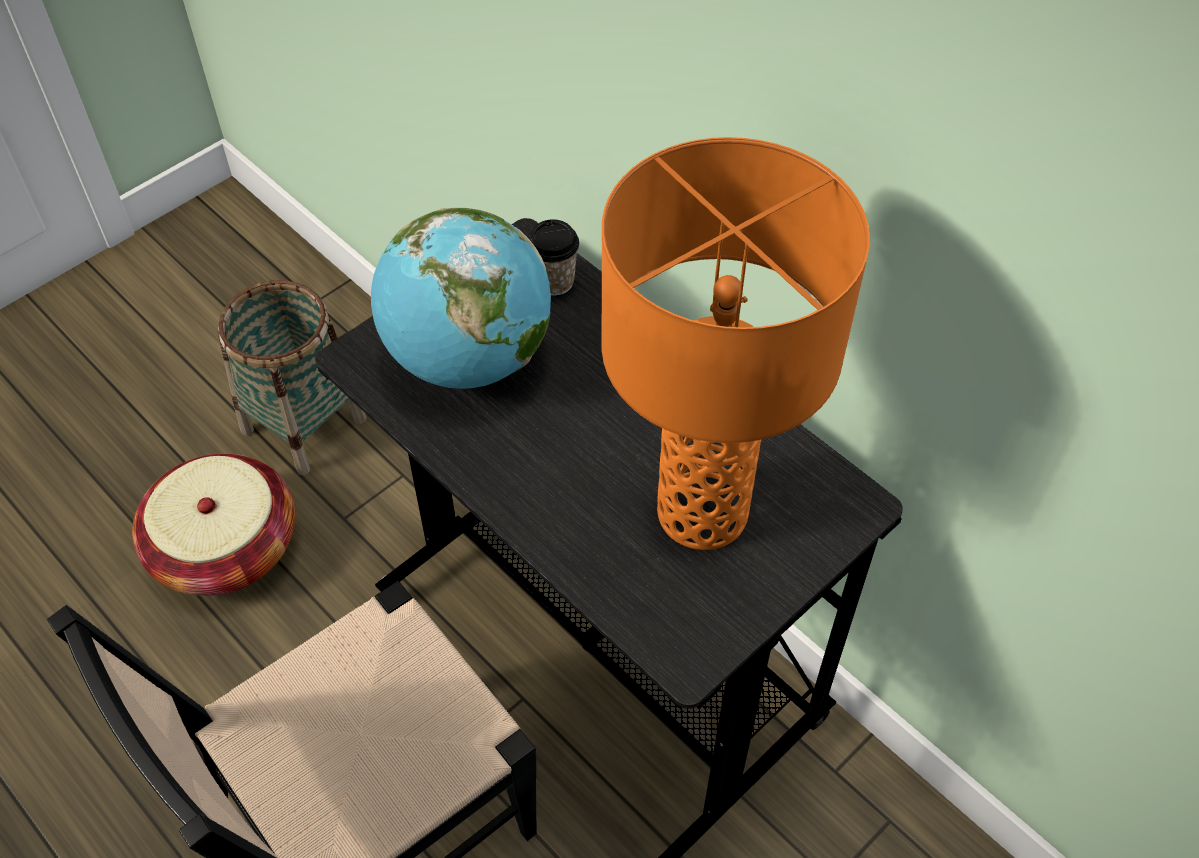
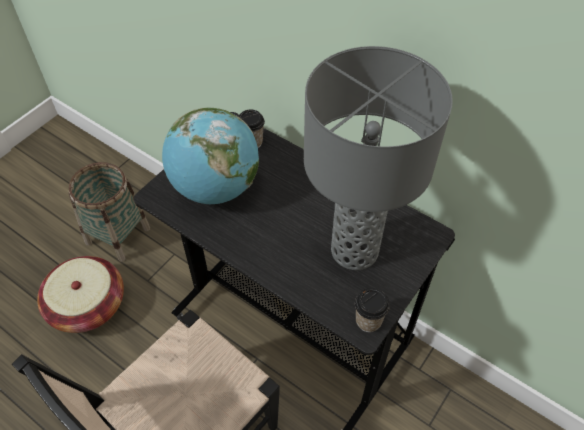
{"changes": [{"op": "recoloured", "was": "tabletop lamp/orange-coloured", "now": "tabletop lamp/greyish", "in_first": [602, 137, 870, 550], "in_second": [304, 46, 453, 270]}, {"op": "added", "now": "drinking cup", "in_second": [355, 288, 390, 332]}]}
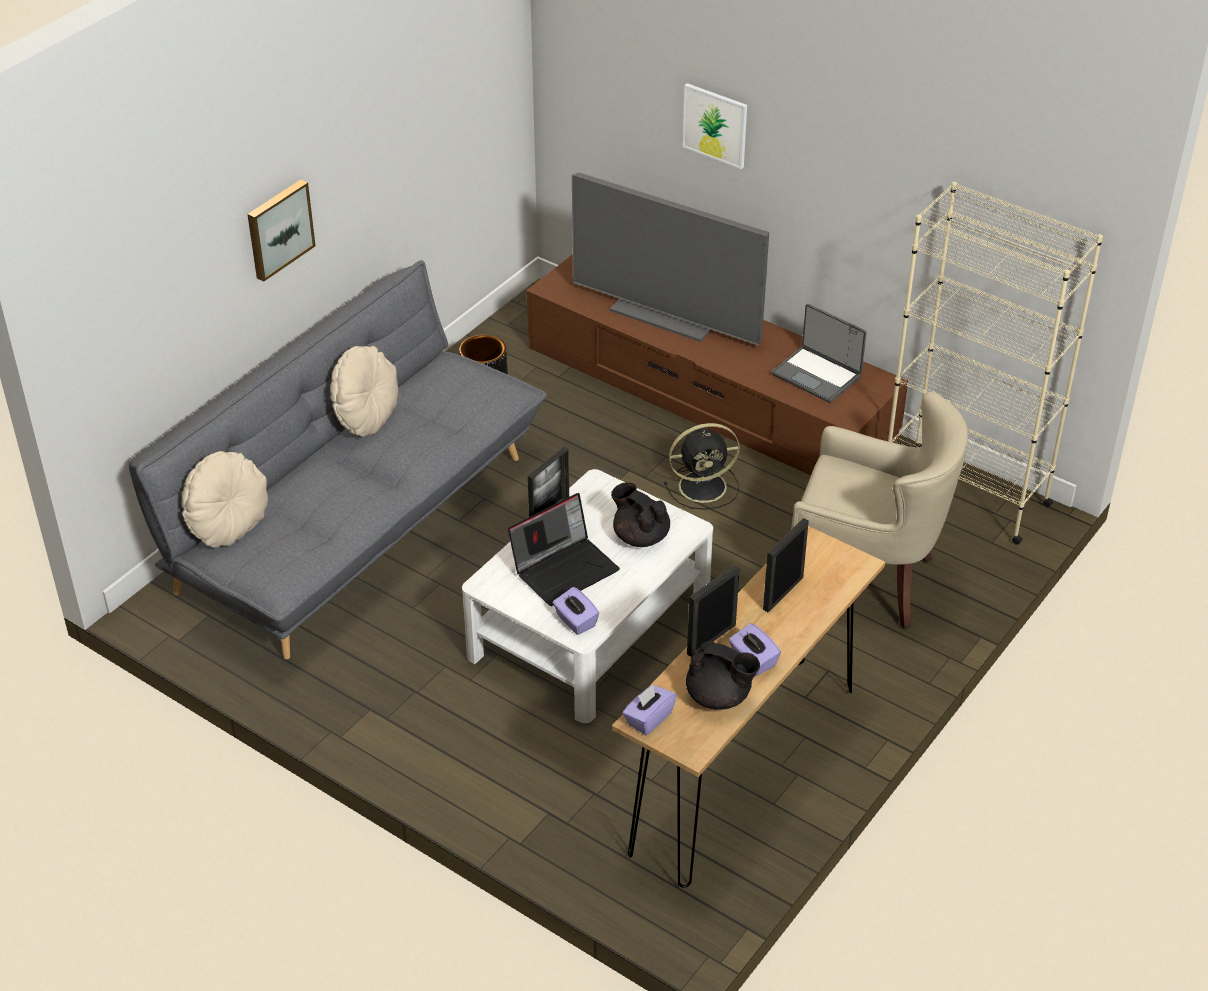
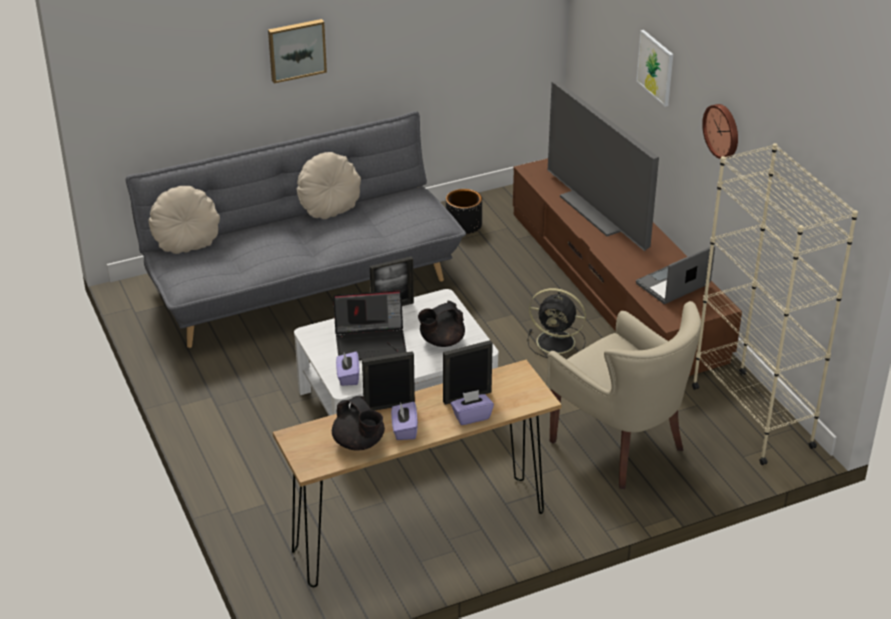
{"changes": [{"op": "turned", "was": "notebook computer", "in_first": [771, 304, 867, 403], "in_second": [636, 246, 715, 304], "clockwise": 75}, {"op": "turned", "was": "teapot/blackish", "in_first": [611, 482, 670, 547], "in_second": [418, 301, 465, 347], "clockwise": -105}, {"op": "moved", "was": "tissue box/purple-coloured", "in_first": [623, 685, 677, 735], "in_second": [451, 390, 494, 425]}, {"op": "added", "now": "clock on the wall", "in_second": [702, 104, 738, 159]}]}
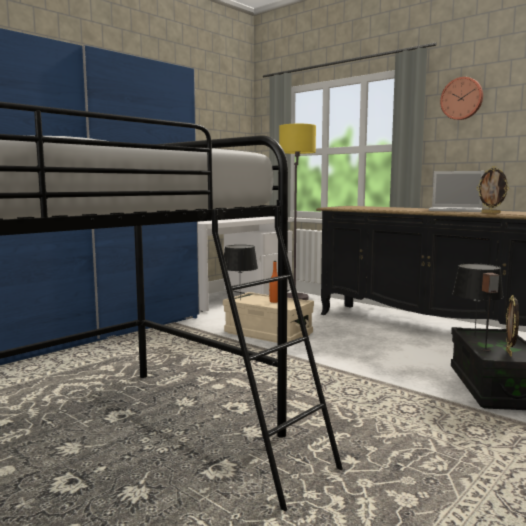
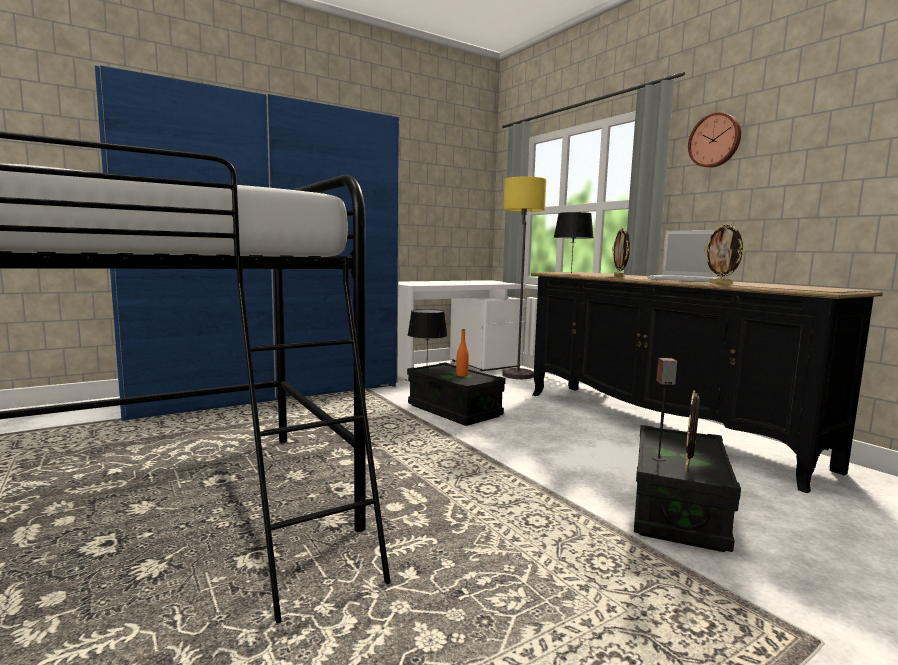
{"changes": [{"op": "moved", "was": "tabletop lamp/blackish", "in_first": [452, 263, 504, 337], "in_second": [554, 212, 593, 274]}, {"op": "recoloured", "was": "storage container/sand-coloured", "now": "storage container/blackish", "in_first": [223, 292, 314, 343], "in_second": [407, 362, 505, 426]}, {"op": "added", "now": "picture frame", "in_second": [612, 227, 630, 277]}]}
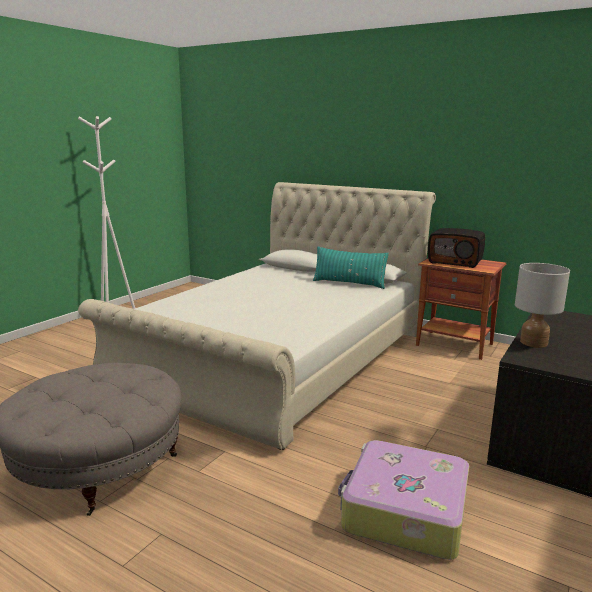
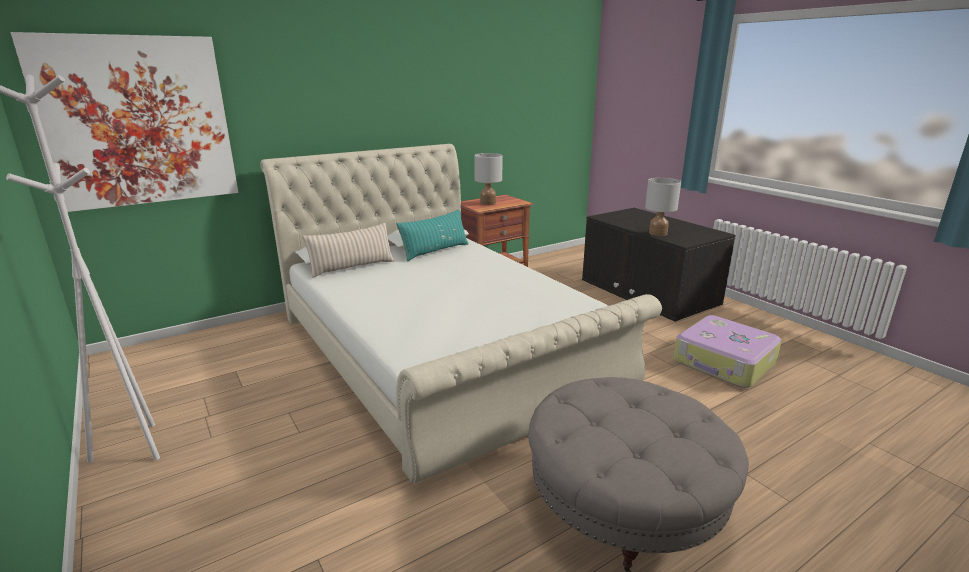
{"changes": [{"op": "replaced", "was": "radio receiver", "now": "tabletop lamp/greyish", "in_first": [428, 228, 485, 268], "in_second": [474, 153, 503, 205]}, {"op": "added", "now": "wall art", "in_second": [11, 32, 239, 212]}, {"op": "added", "now": "pillow/sand-coloured", "in_second": [302, 223, 394, 278]}]}
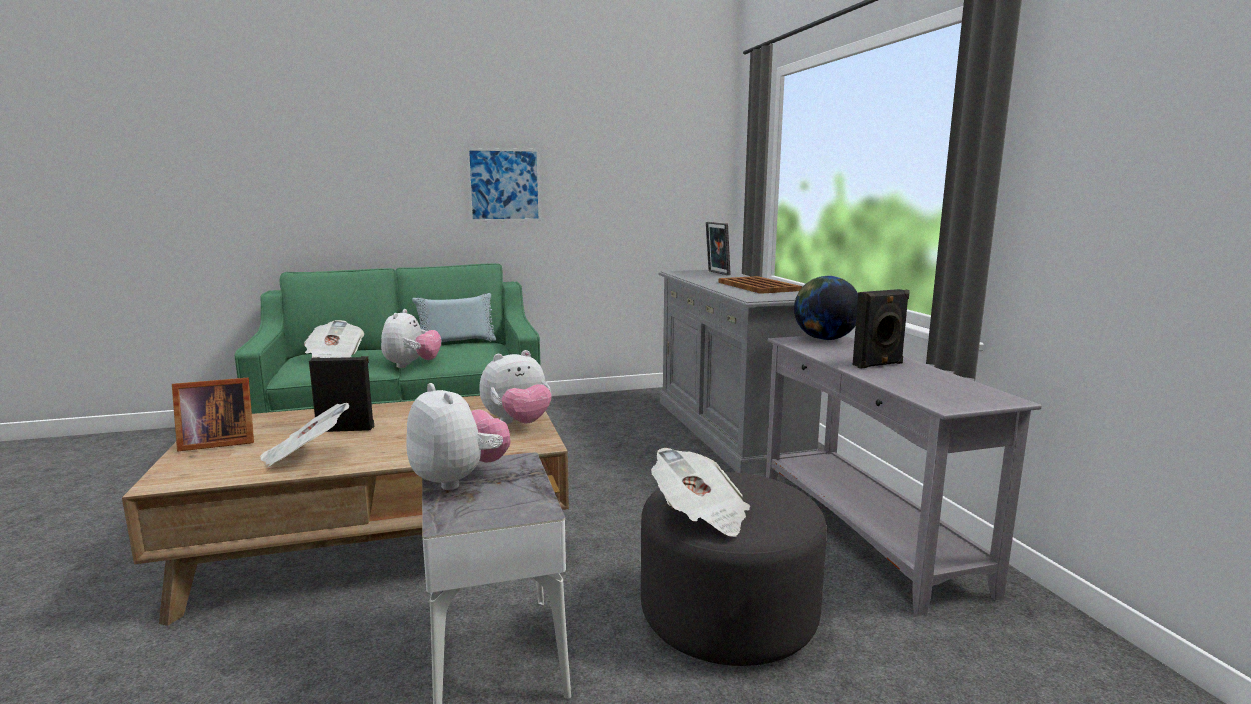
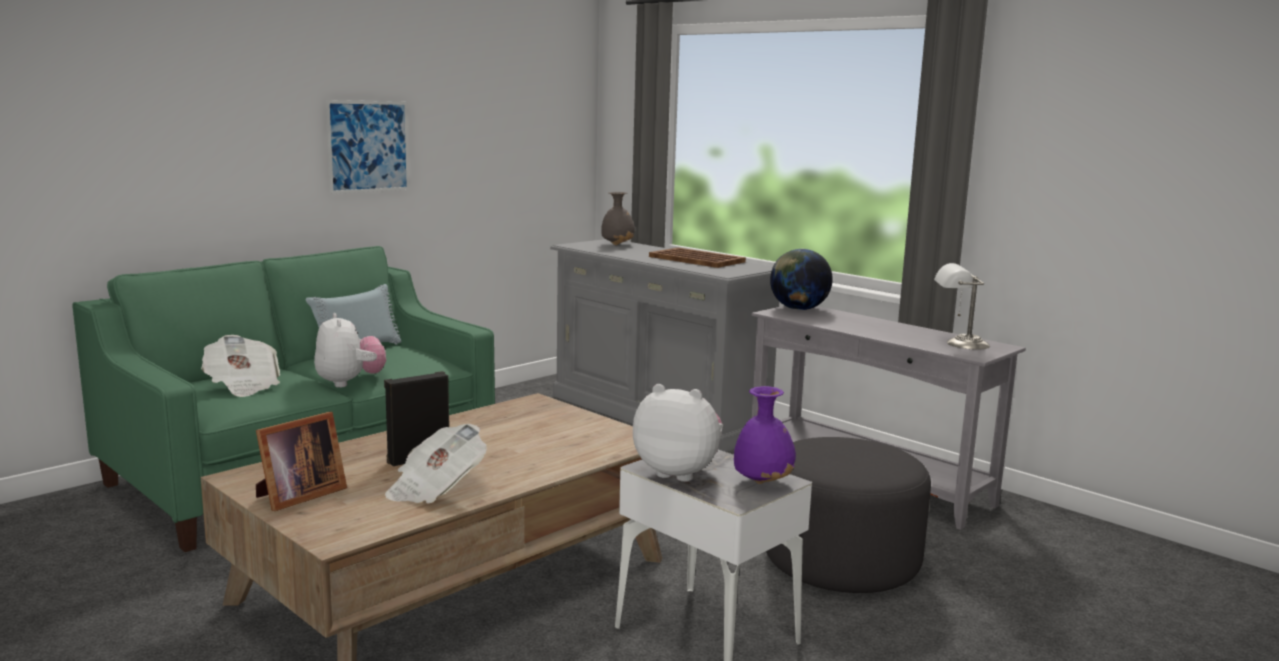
{"changes": [{"op": "replaced", "was": "picture frame", "now": "flower vase/greyish", "in_first": [706, 222, 731, 275], "in_second": [601, 192, 635, 245]}, {"op": "removed", "was": "speaker/blackish", "in_first": [853, 289, 910, 369]}, {"op": "removed", "was": "cuddly toy", "in_first": [479, 350, 552, 424]}, {"op": "removed", "was": "daily paper", "in_first": [651, 448, 750, 537]}, {"op": "added", "now": "tabletop lamp/whitish", "in_second": [934, 263, 990, 350]}, {"op": "added", "now": "flower vase/purple-coloured", "in_second": [733, 386, 796, 484]}]}
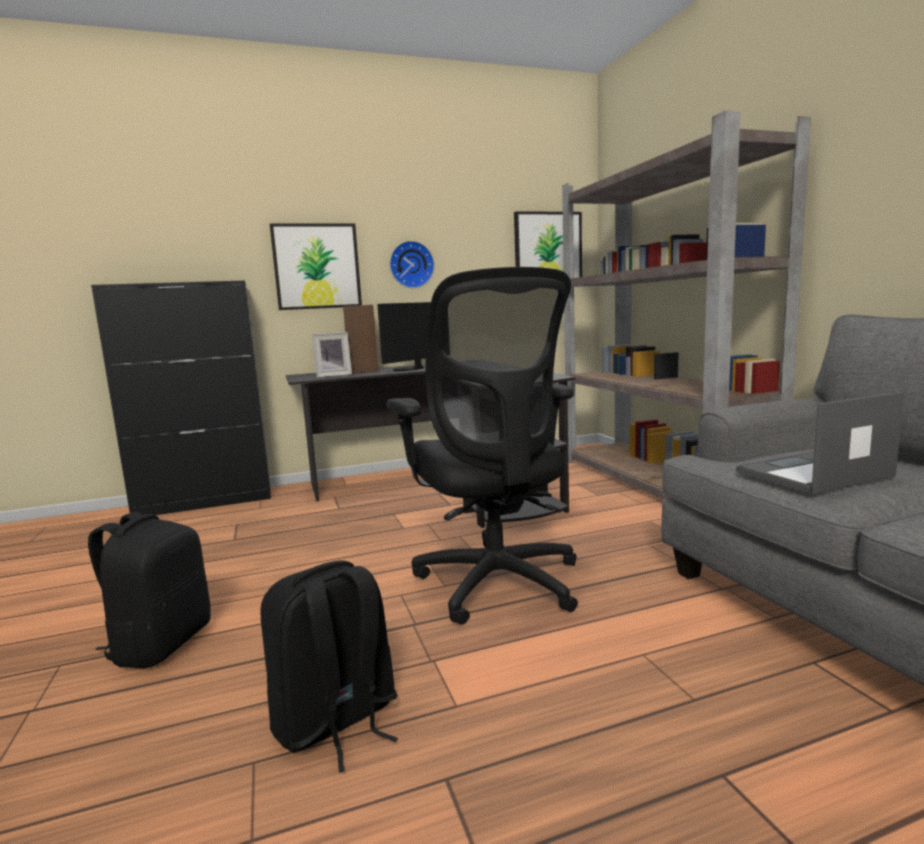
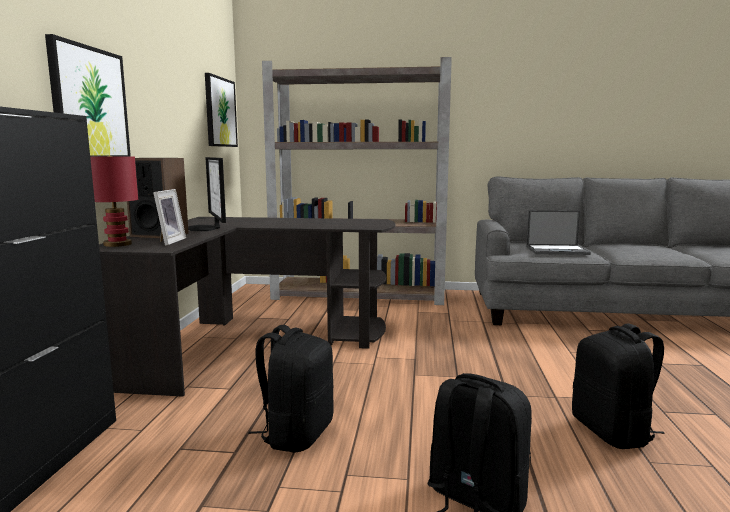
{"changes": [{"op": "removed", "was": "clock on the wall", "in_first": [390, 241, 434, 288]}, {"op": "removed", "was": "desk chair/blackish", "in_first": [387, 267, 578, 625]}, {"op": "turned", "was": "notebook computer", "in_first": [736, 392, 904, 494], "in_second": [526, 210, 591, 255], "clockwise": -90}, {"op": "added", "now": "tabletop lamp/red-coloured", "in_second": [90, 156, 138, 247]}, {"op": "added", "now": "backpack/blackish", "in_second": [248, 325, 334, 453]}]}
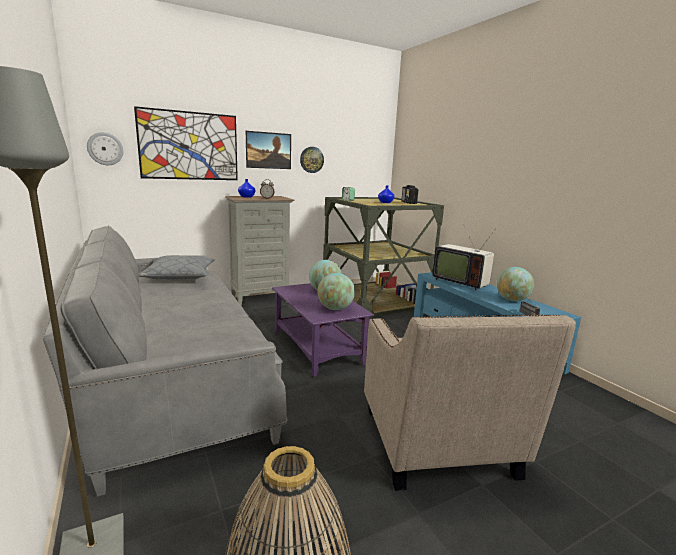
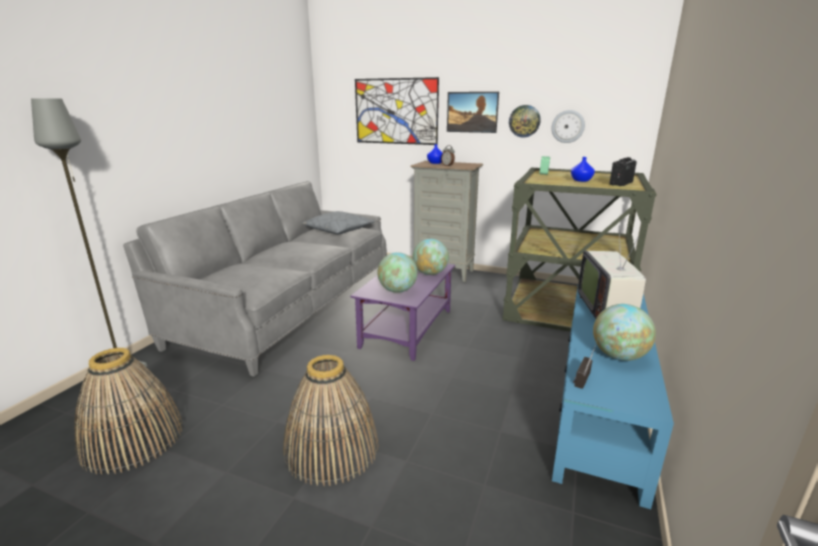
{"changes": [{"op": "moved", "was": "clock on the wall", "in_first": [87, 132, 124, 165], "in_second": [551, 110, 585, 143]}, {"op": "replaced", "was": "easy chair/sand-coloured", "now": "storage basket", "in_first": [364, 315, 576, 491], "in_second": [284, 355, 379, 486]}]}
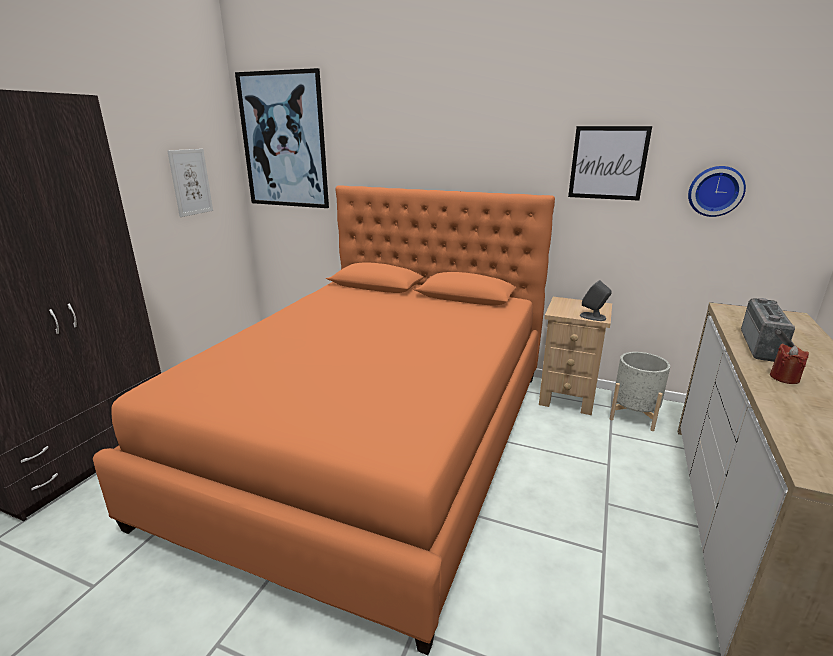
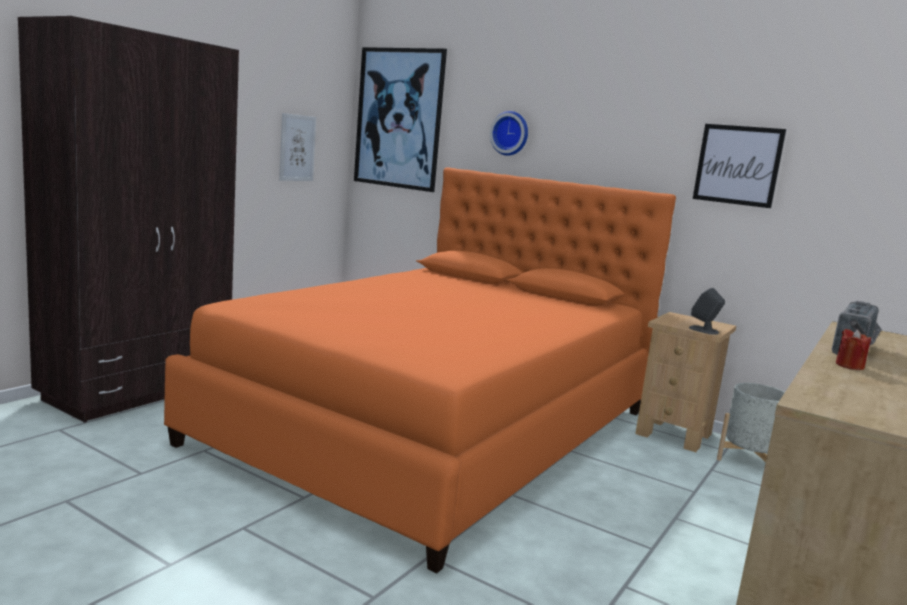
{"changes": [{"op": "moved", "was": "clock on the wall", "in_first": [688, 166, 746, 217], "in_second": [490, 111, 528, 156]}]}
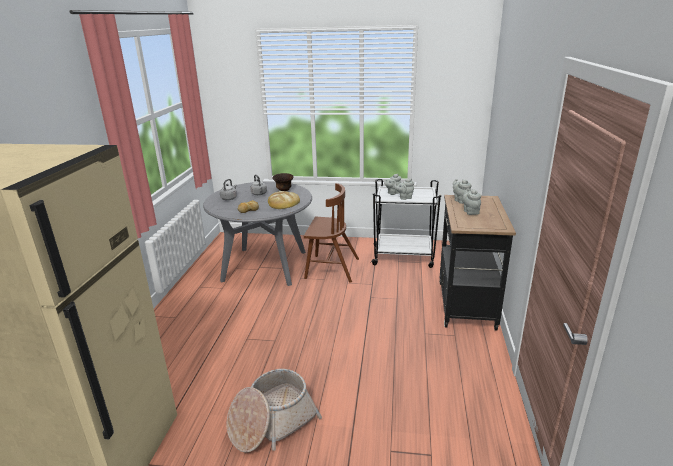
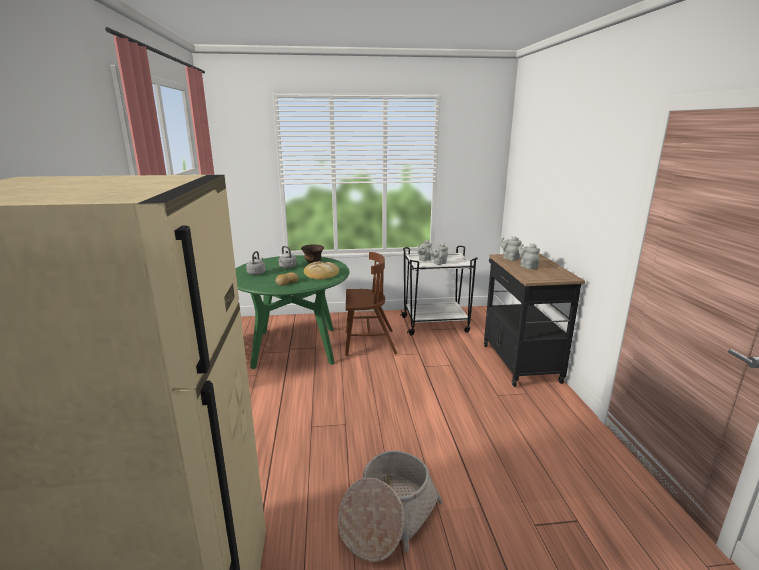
{"changes": [{"op": "recoloured", "was": "dinner table/greyish", "now": "dinner table/greenish", "in_first": [203, 181, 312, 286], "in_second": [235, 255, 350, 369]}]}
